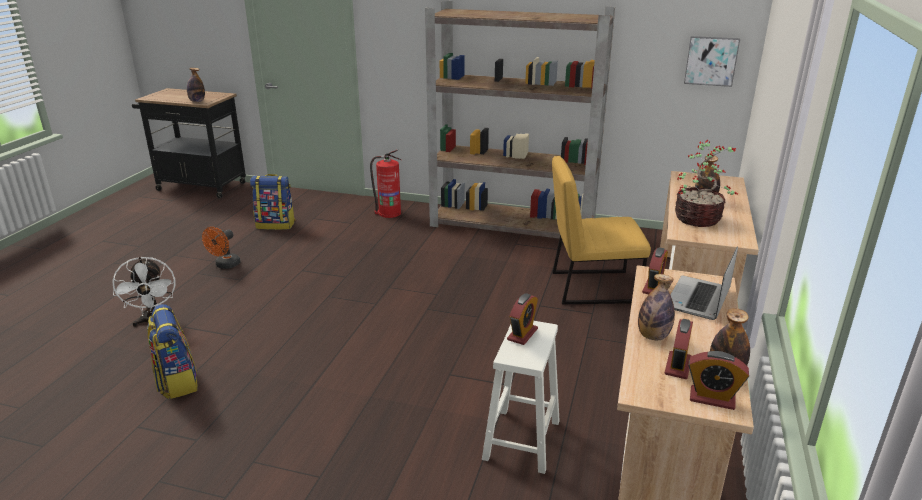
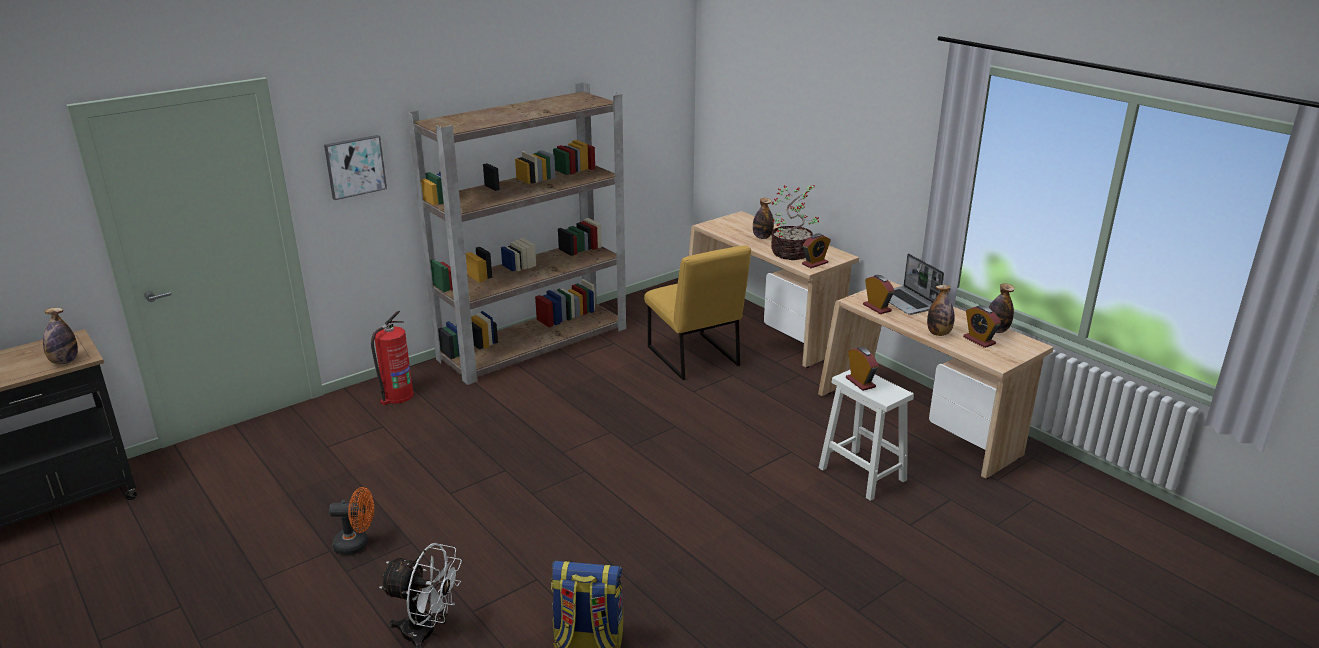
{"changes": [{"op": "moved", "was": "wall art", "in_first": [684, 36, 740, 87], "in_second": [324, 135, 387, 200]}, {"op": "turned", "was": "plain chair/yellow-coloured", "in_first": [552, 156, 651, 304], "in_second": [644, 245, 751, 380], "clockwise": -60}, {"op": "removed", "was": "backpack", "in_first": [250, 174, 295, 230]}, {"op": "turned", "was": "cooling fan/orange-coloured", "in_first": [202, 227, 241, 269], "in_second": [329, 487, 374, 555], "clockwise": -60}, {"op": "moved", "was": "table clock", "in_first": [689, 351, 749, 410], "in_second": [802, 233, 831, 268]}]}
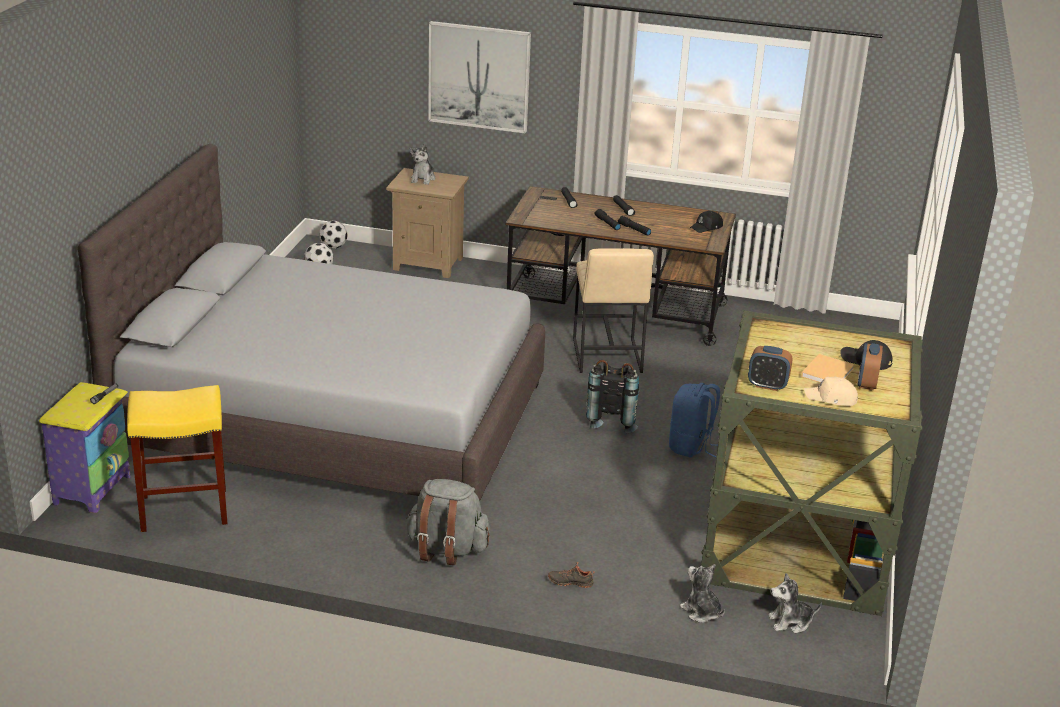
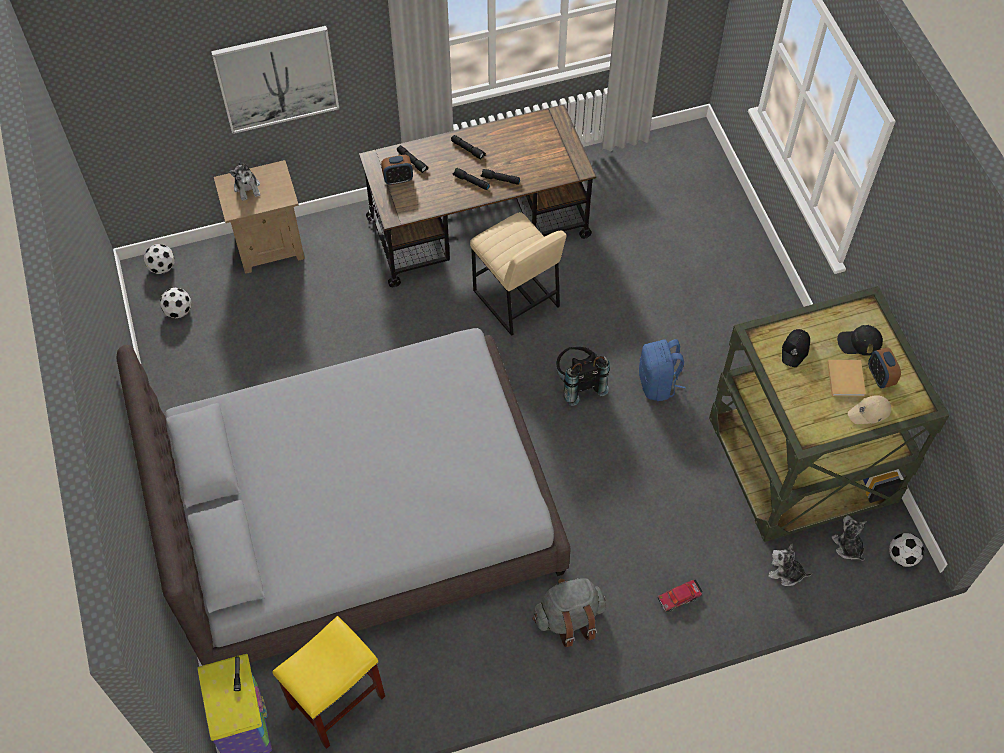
{"changes": [{"op": "moved", "was": "baseball cap/blackish", "in_first": [690, 211, 723, 233], "in_second": [782, 329, 810, 367]}, {"op": "moved", "was": "table clock", "in_first": [748, 346, 792, 391], "in_second": [381, 155, 413, 185]}, {"op": "replaced", "was": "item of footwear/blackish", "now": "toy car", "in_first": [548, 562, 594, 588], "in_second": [658, 580, 703, 612]}, {"op": "turned", "was": "cuddly toy", "in_first": [768, 573, 822, 633], "in_second": [832, 515, 867, 561], "clockwise": 105}, {"op": "added", "now": "football", "in_second": [889, 533, 924, 567]}]}
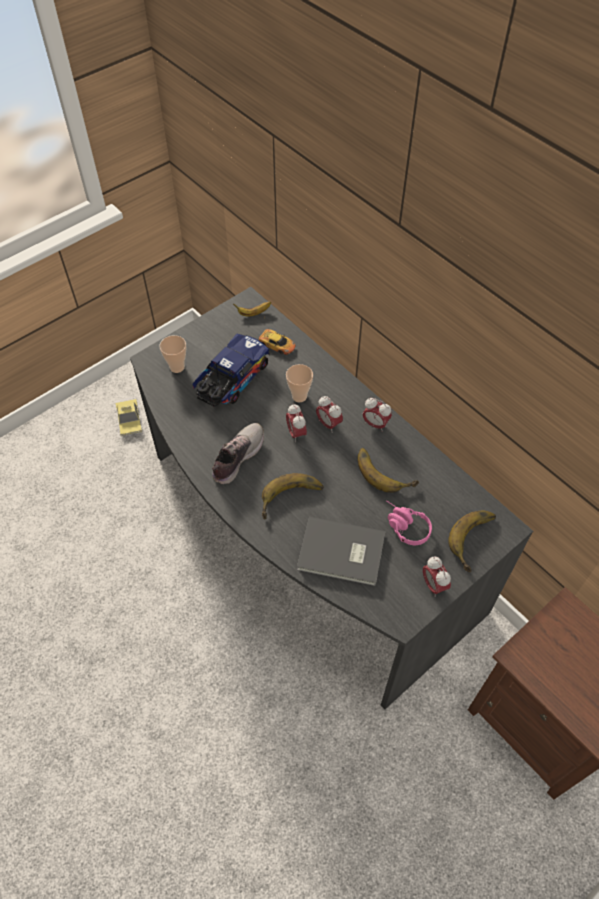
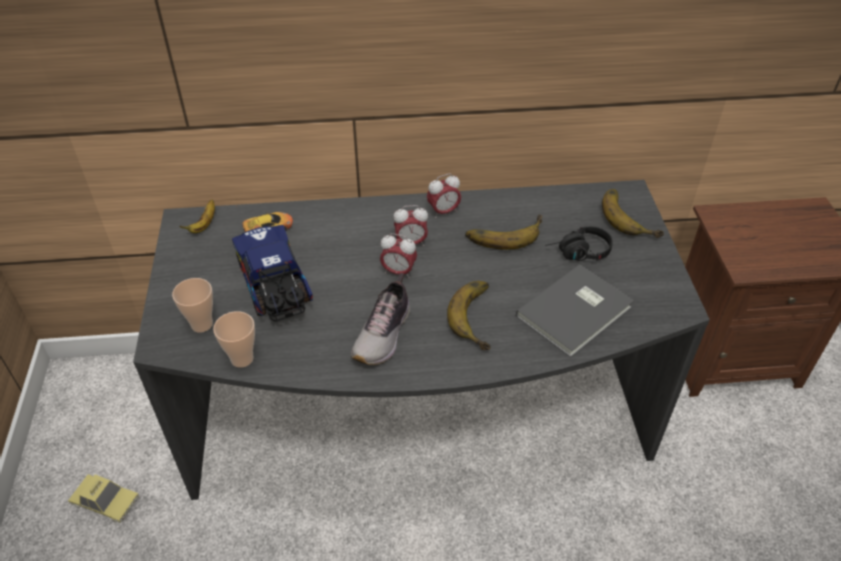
{"changes": [{"op": "moved", "was": "drinking cup", "in_first": [286, 364, 313, 402], "in_second": [213, 311, 255, 368]}, {"op": "turned", "was": "item of footwear", "in_first": [212, 423, 264, 484], "in_second": [351, 273, 410, 365], "clockwise": -135}, {"op": "recoloured", "was": "headset/pink", "now": "headset/blackish", "in_first": [386, 500, 432, 545], "in_second": [545, 226, 613, 261]}, {"op": "removed", "was": "table clock", "in_first": [423, 557, 451, 597]}]}
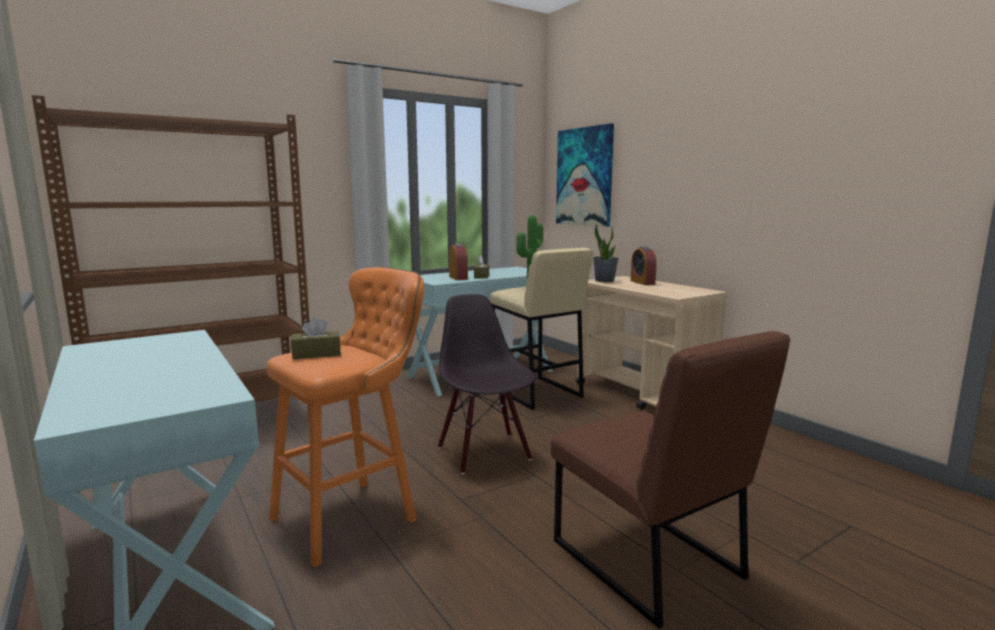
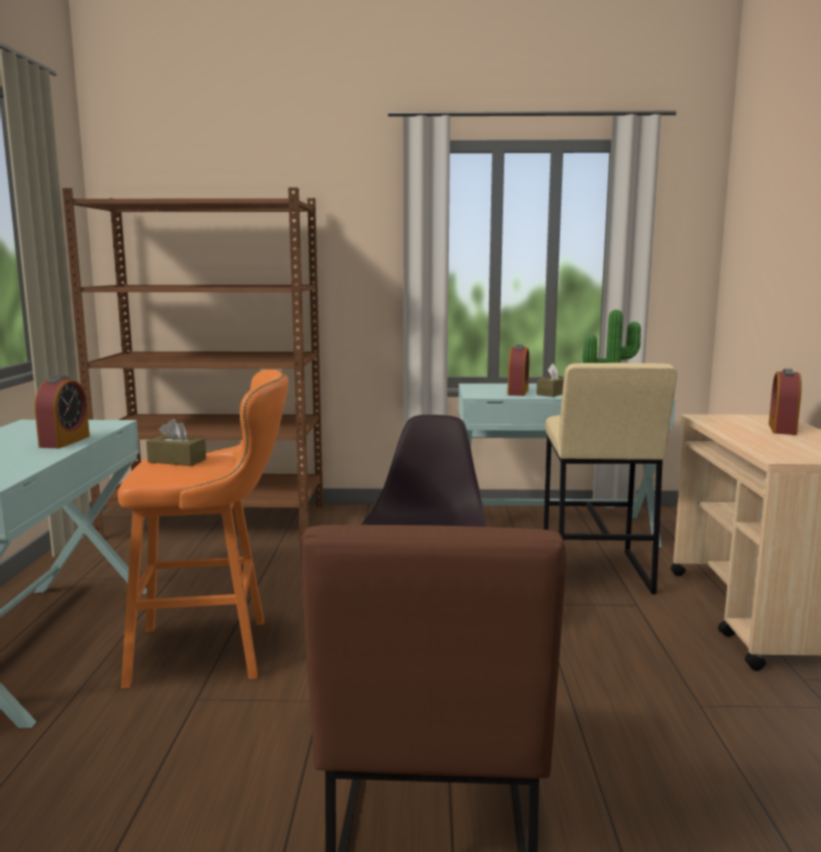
{"changes": [{"op": "removed", "was": "wall art", "in_first": [556, 123, 614, 227]}, {"op": "removed", "was": "houseplant", "in_first": [593, 225, 619, 282]}, {"op": "added", "now": "table clock", "in_second": [35, 376, 90, 448]}]}
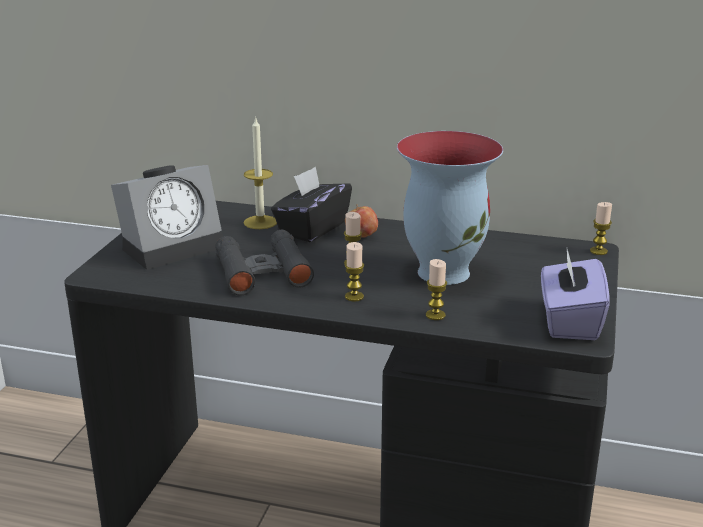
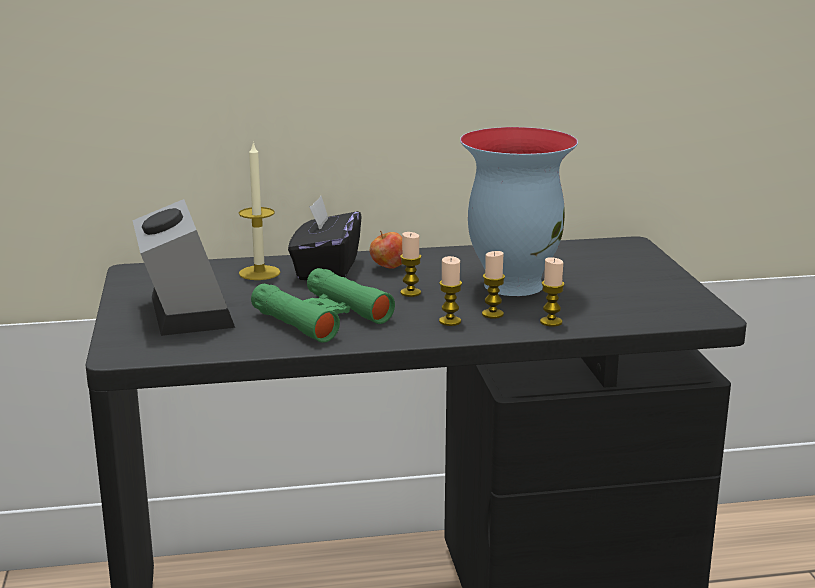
{"changes": [{"op": "turned", "was": "table clock", "in_first": [111, 165, 223, 270], "in_second": [132, 199, 235, 336], "clockwise": -45}, {"op": "moved", "was": "candle", "in_first": [590, 202, 612, 255], "in_second": [482, 251, 505, 319]}, {"op": "recoloured", "was": "field glasses/blackish", "now": "field glasses/greenish", "in_first": [215, 230, 314, 296], "in_second": [251, 268, 395, 343]}, {"op": "removed", "was": "tissue box/purple-coloured", "in_first": [541, 249, 609, 340]}]}
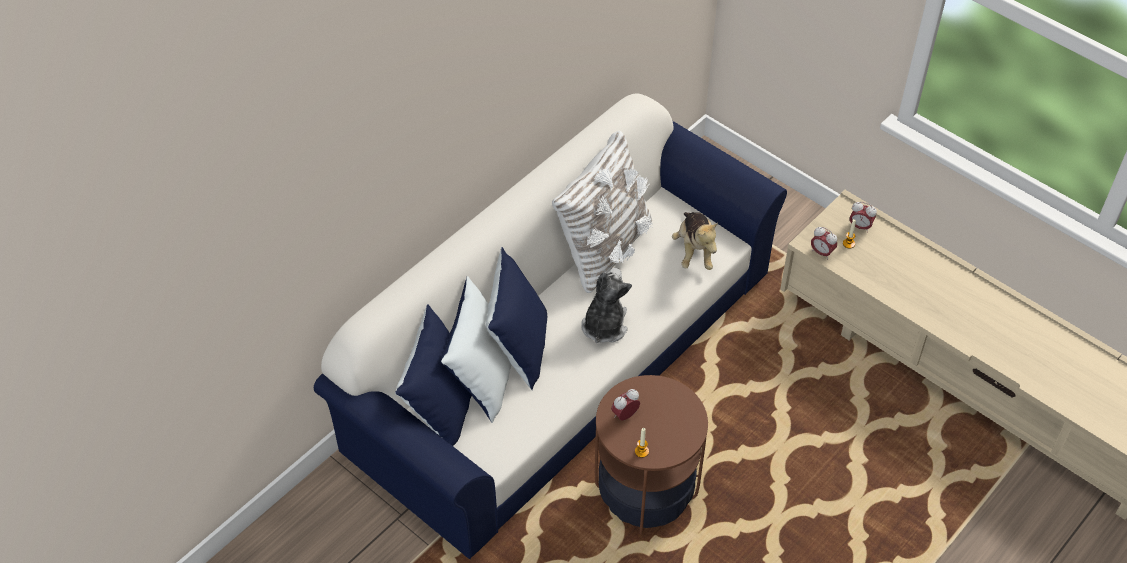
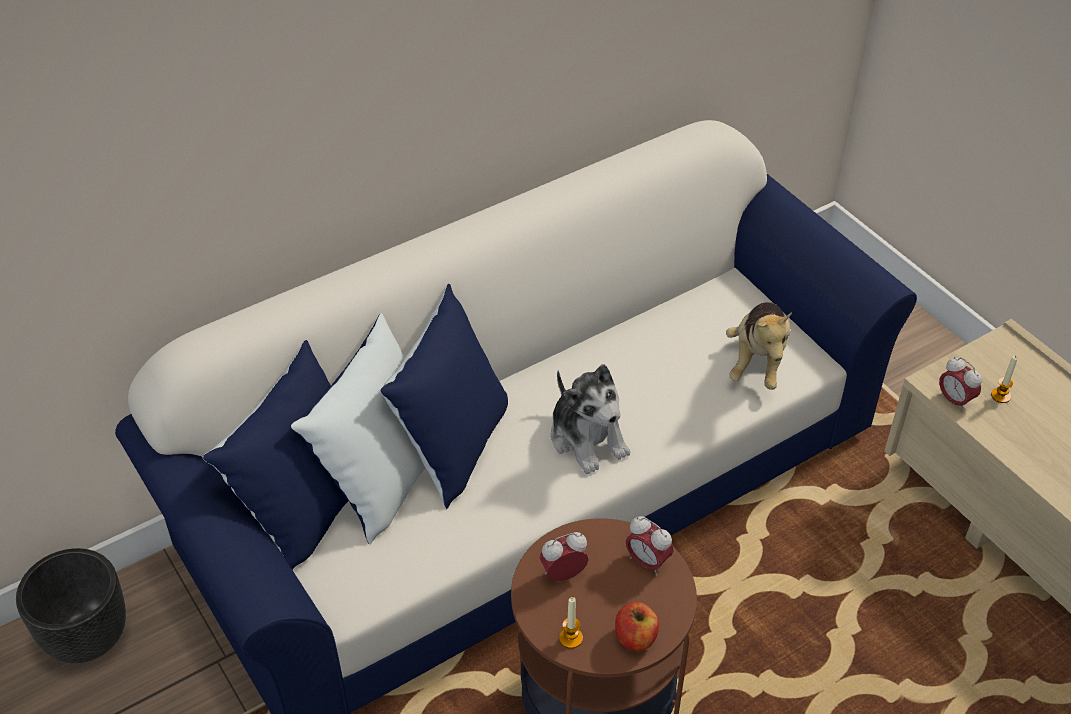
{"changes": [{"op": "removed", "was": "pillow/whitish", "in_first": [552, 131, 653, 293]}, {"op": "moved", "was": "table clock", "in_first": [850, 202, 877, 233], "in_second": [626, 516, 673, 576]}, {"op": "turned", "was": "cuddly toy", "in_first": [581, 268, 632, 343], "in_second": [551, 364, 630, 474], "clockwise": 120}, {"op": "added", "now": "flower pot/blackish", "in_second": [16, 548, 126, 663]}, {"op": "added", "now": "apple fruit", "in_second": [615, 602, 659, 651]}]}
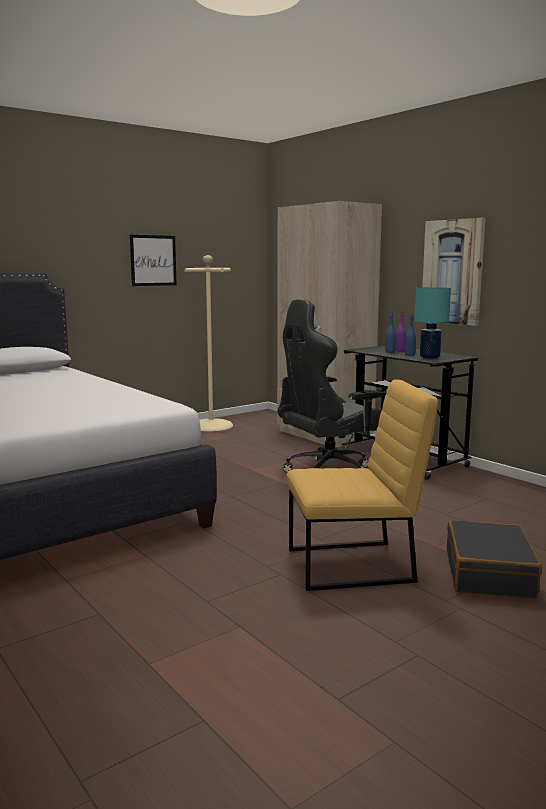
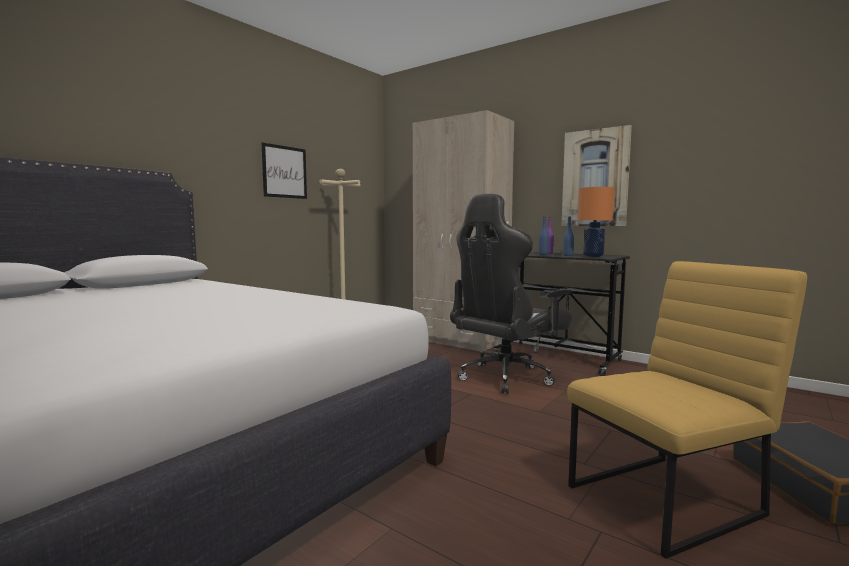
{"changes": [{"op": "recoloured", "was": "tabletop lamp/blue-green", "now": "tabletop lamp/orange-coloured", "in_first": [415, 287, 451, 359], "in_second": [578, 187, 614, 257]}]}
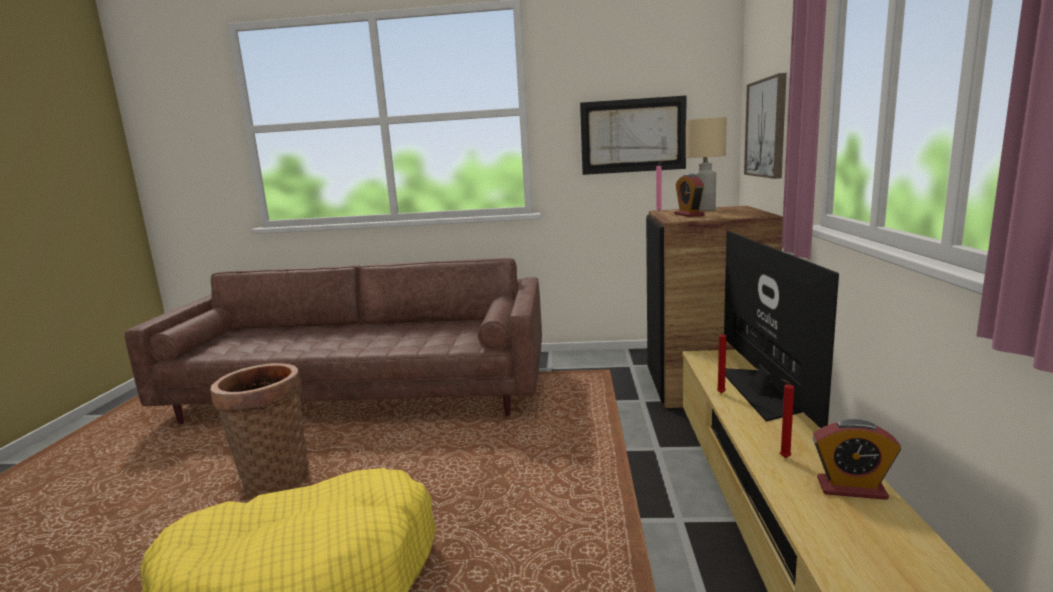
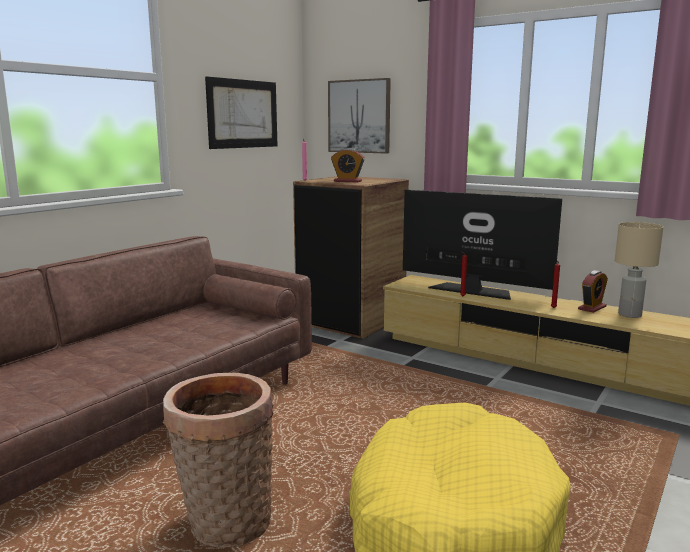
{"changes": [{"op": "moved", "was": "tabletop lamp/sand-coloured", "in_first": [686, 117, 727, 211], "in_second": [615, 222, 663, 318]}]}
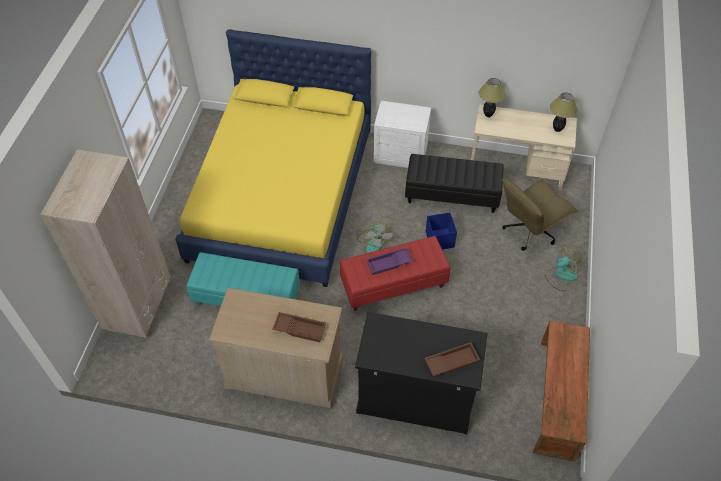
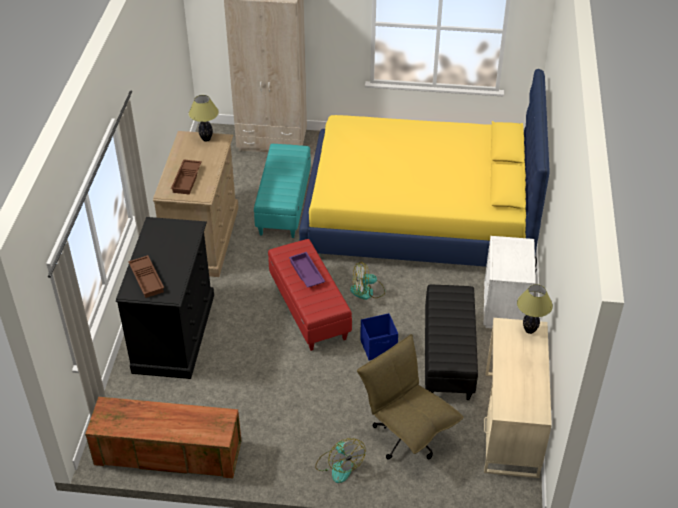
{"changes": [{"op": "moved", "was": "tabletop lamp", "in_first": [550, 92, 578, 132], "in_second": [188, 95, 219, 142]}]}
